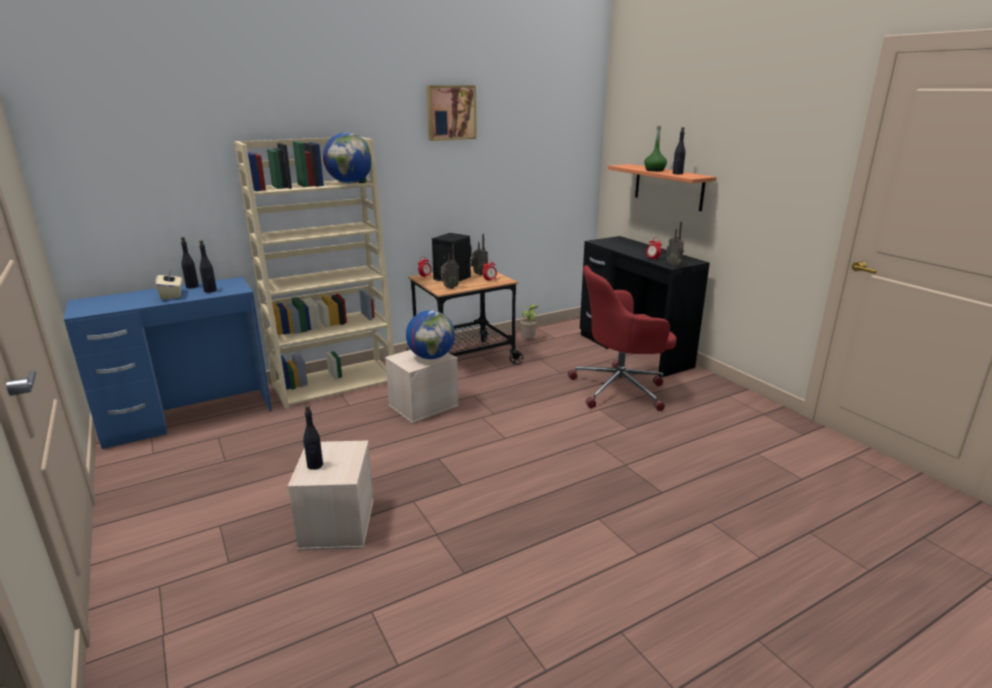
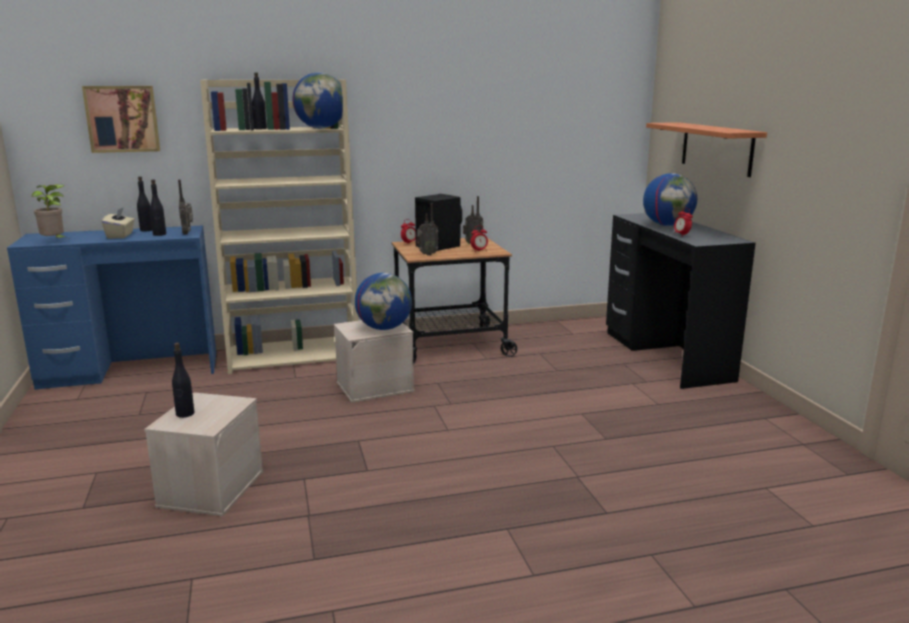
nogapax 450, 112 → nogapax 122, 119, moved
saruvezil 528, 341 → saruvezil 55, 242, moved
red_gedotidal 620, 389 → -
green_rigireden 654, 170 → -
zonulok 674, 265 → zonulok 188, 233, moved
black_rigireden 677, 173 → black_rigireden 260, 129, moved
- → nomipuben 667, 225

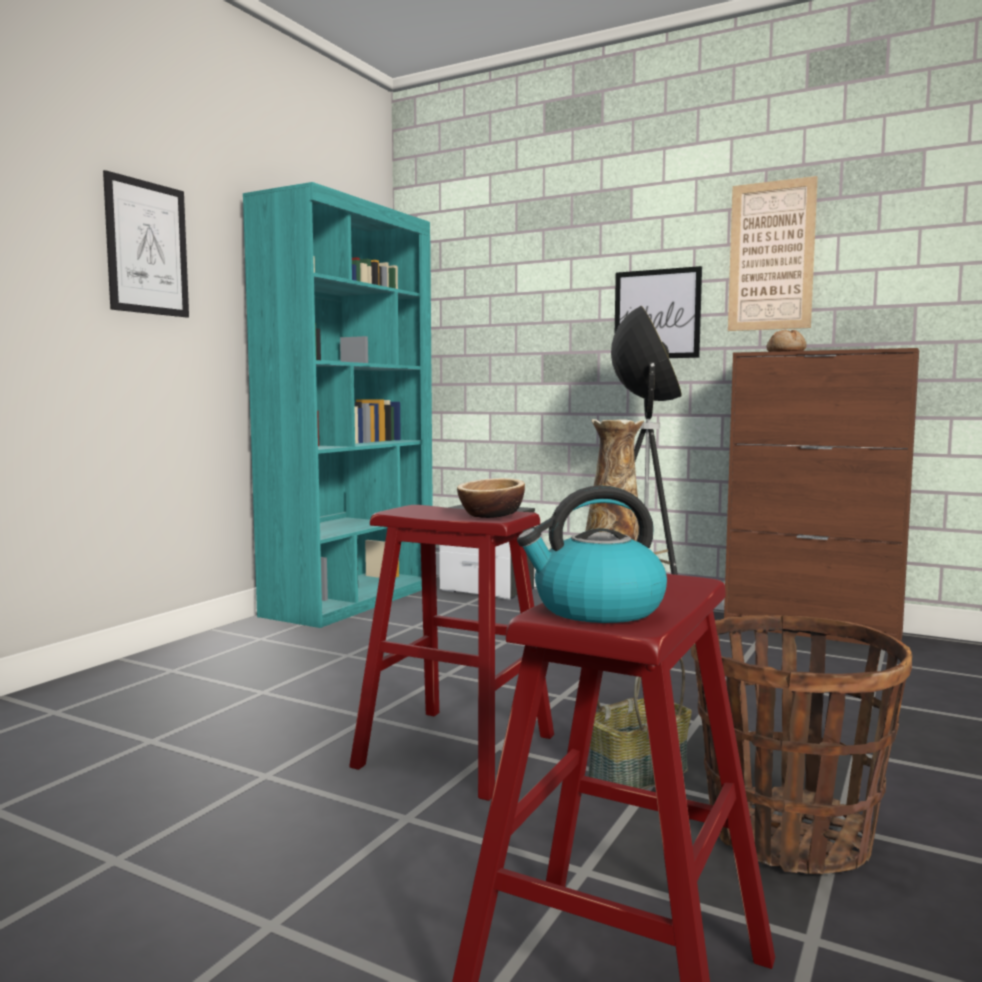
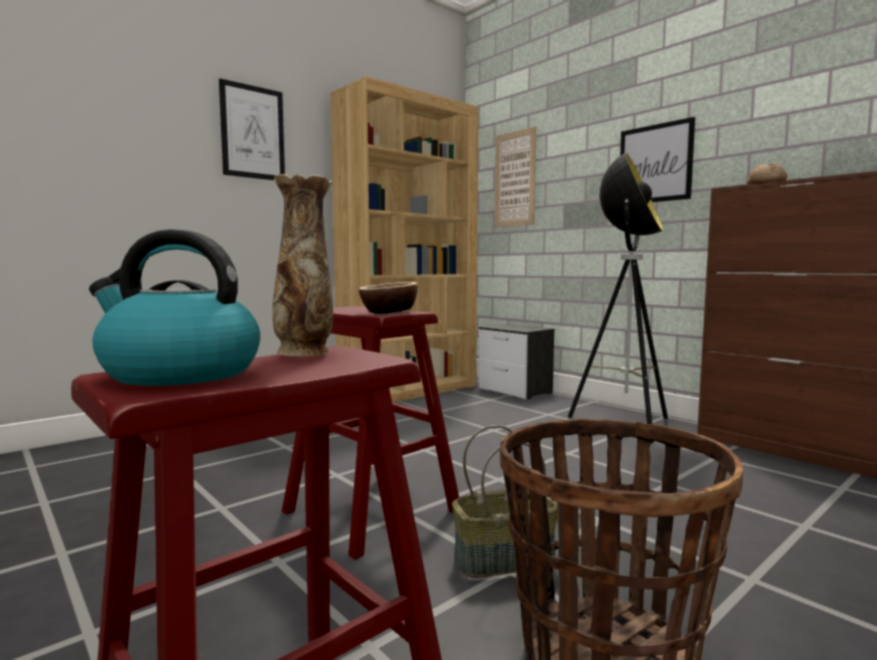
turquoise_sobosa 352, 601 → brown_sobosa 409, 390
nogapax 771, 256 → nogapax 515, 179, moved

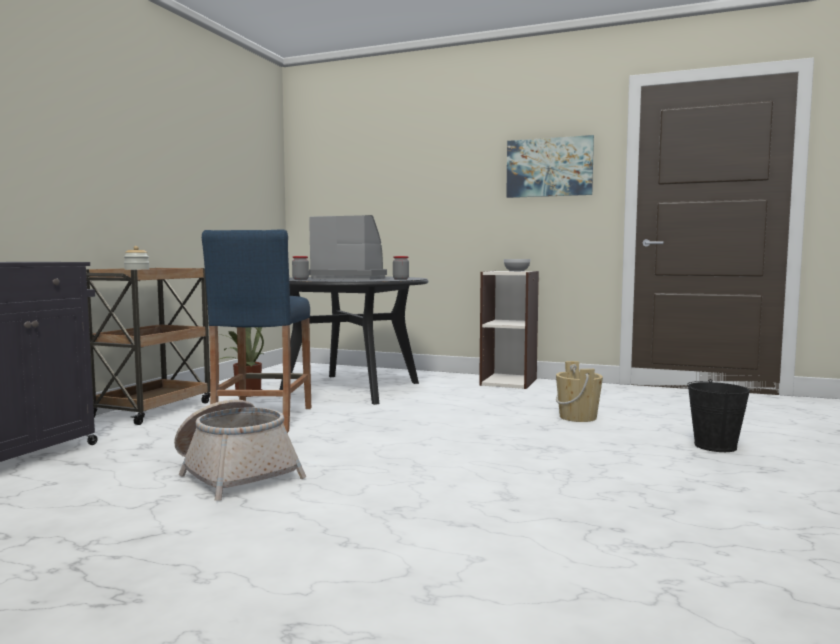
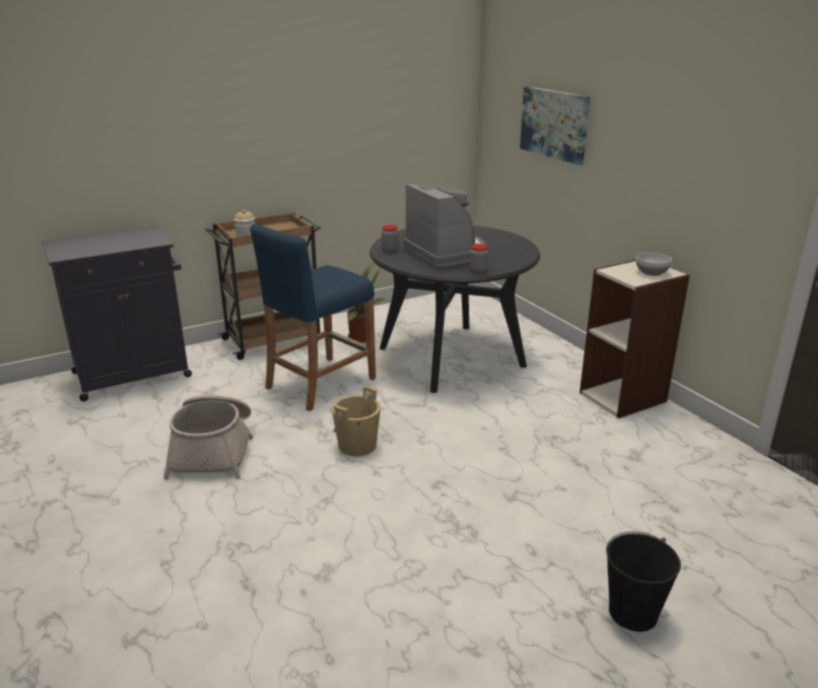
nogapax 549, 167 → nogapax 554, 124, moved
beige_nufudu 578, 417 → beige_nufudu 357, 445, moved

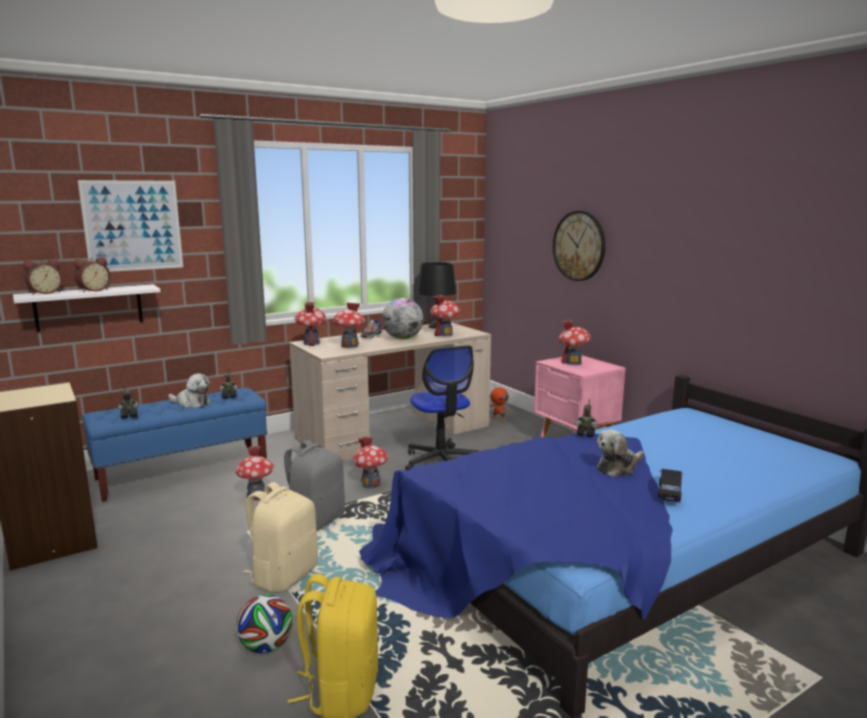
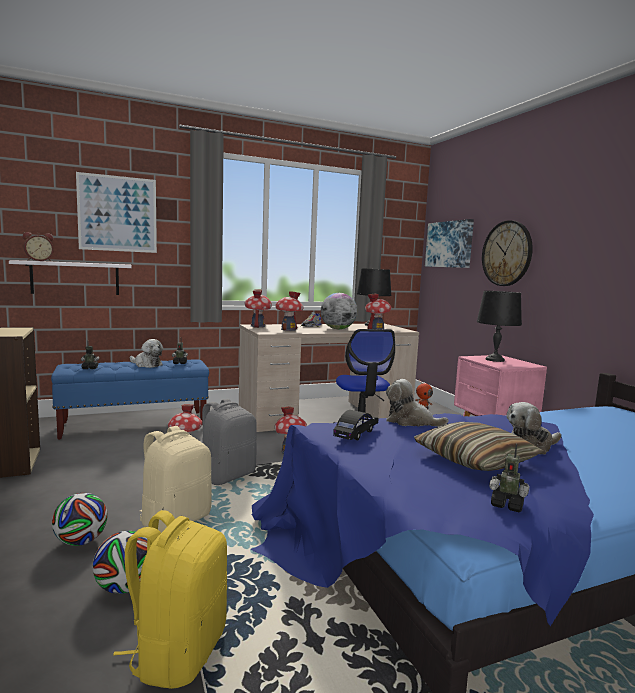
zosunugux 93, 290 → -
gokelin 573, 362 → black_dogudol 494, 359
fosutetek 585, 434 → fosutetek 507, 505, moved
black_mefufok 669, 491 → black_mefufok 356, 433, moved
- → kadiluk 81, 541
- → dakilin 410, 421
- → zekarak 474, 459
- → nogapax 449, 244

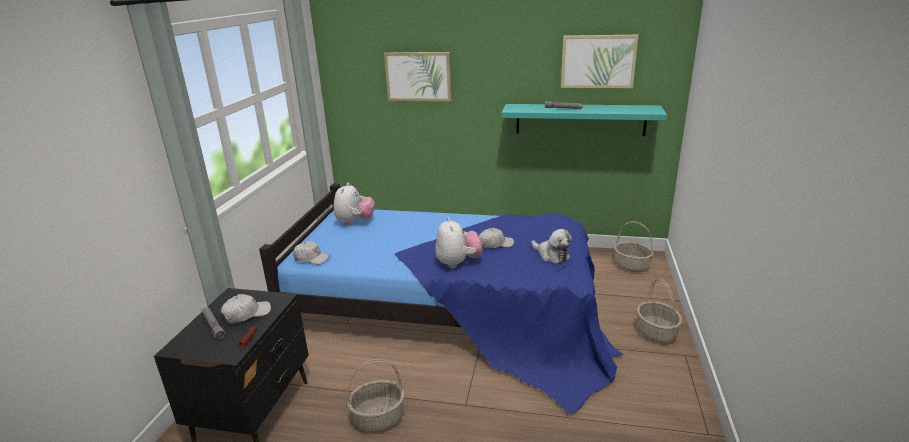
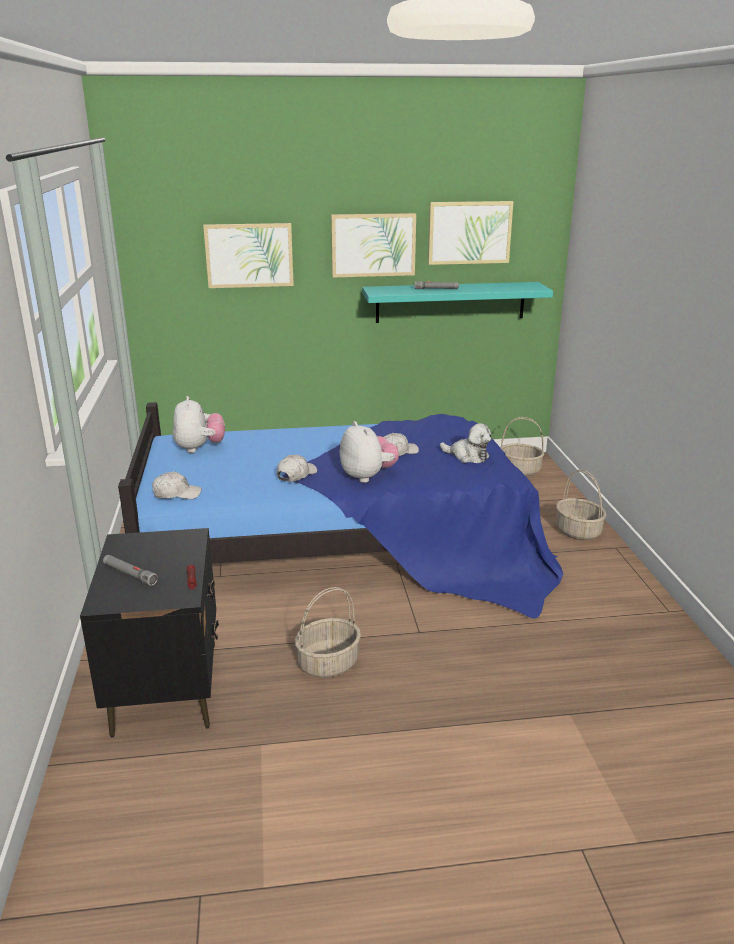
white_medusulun 246, 314 → white_medusulun 296, 474, moved
- → nogapax 373, 245

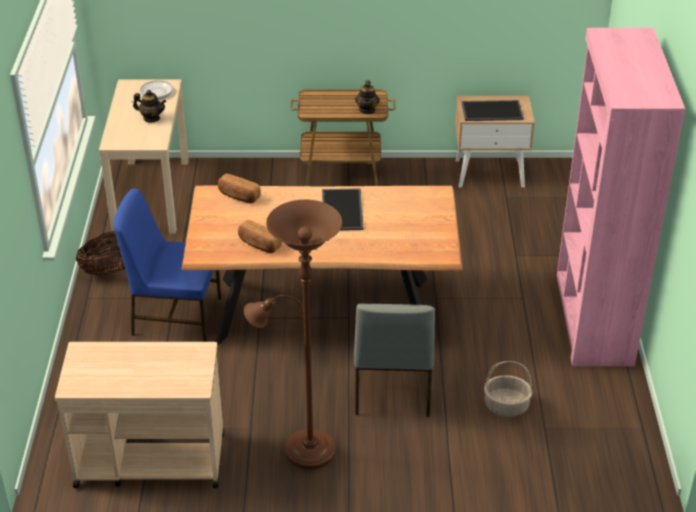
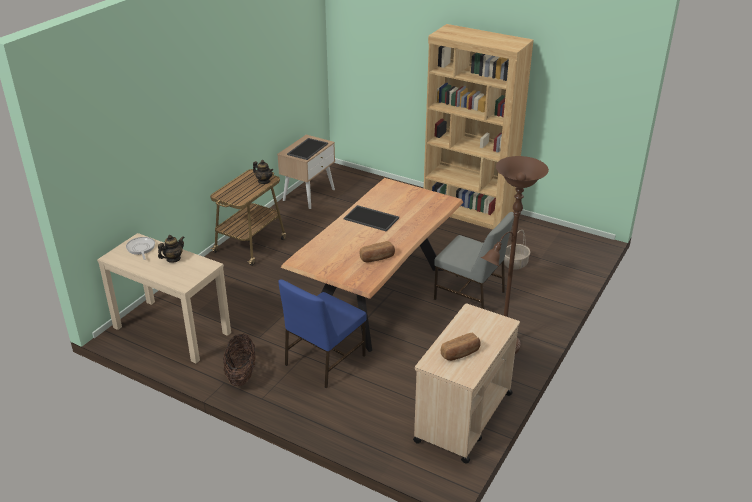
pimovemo 238, 196 → pimovemo 460, 353, moved
pink_sobosa 592, 319 → brown_sobosa 468, 212

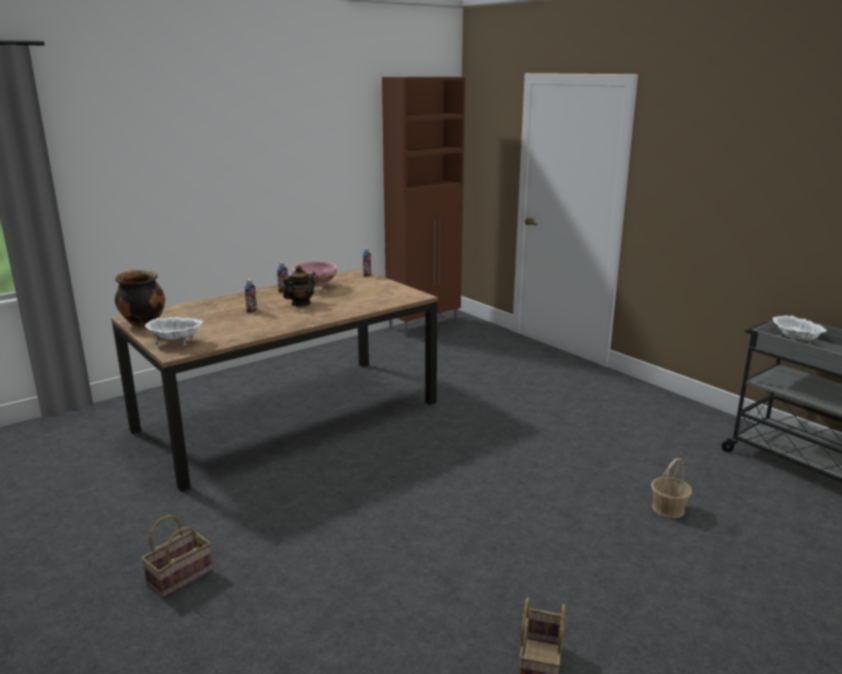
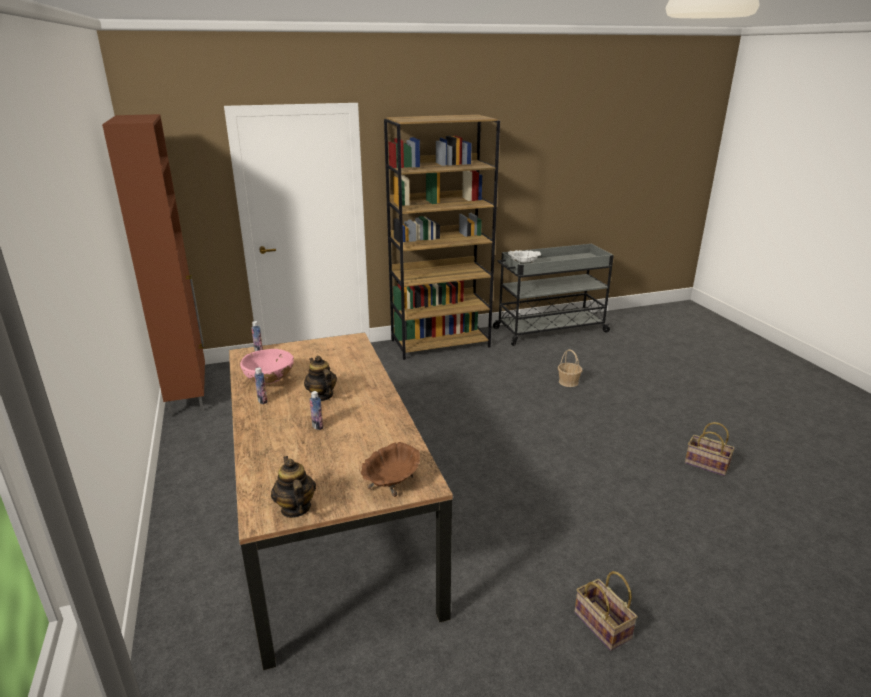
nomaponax 142, 323 → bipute 295, 508
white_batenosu 176, 342 → brown_batenosu 391, 482
- → brown_sobosa 440, 343

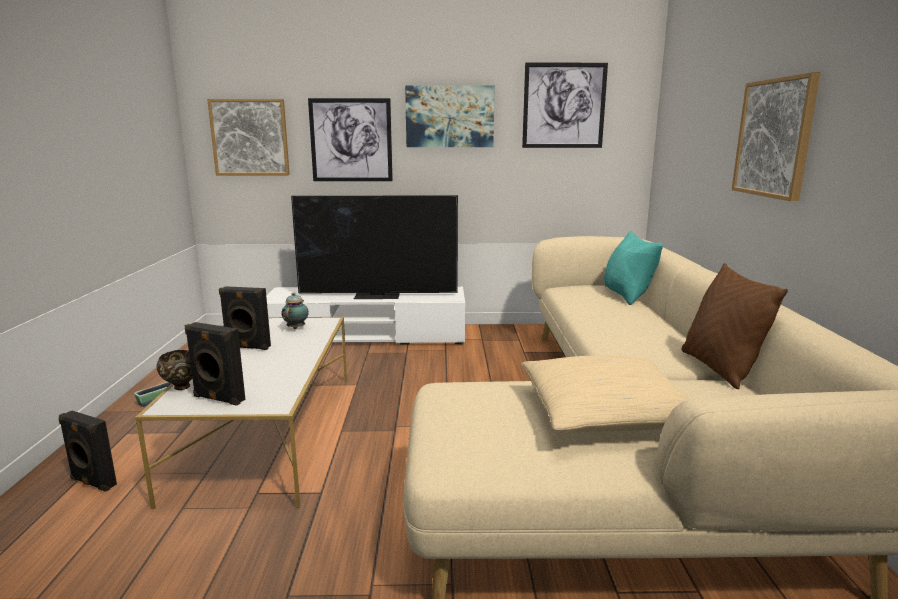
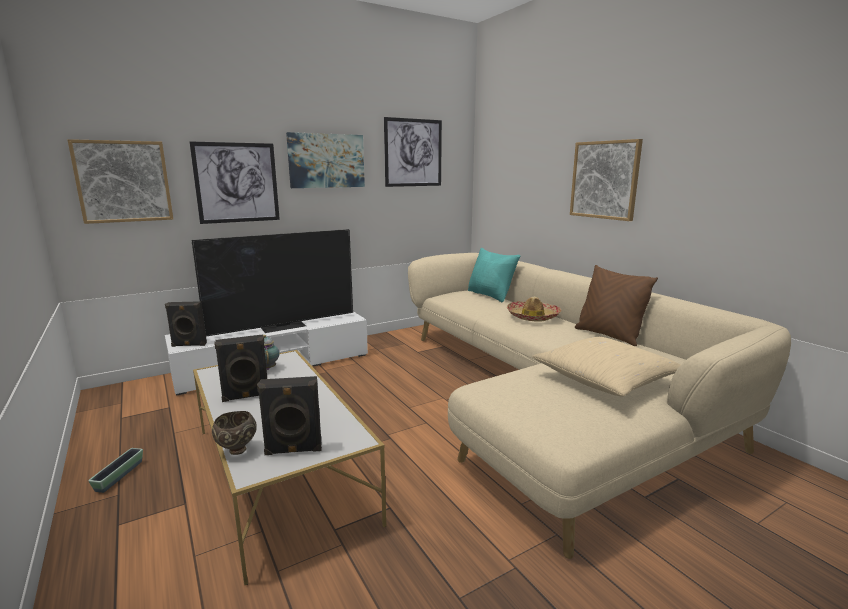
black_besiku 92, 483 → black_besiku 189, 345, moved
- → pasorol 533, 317

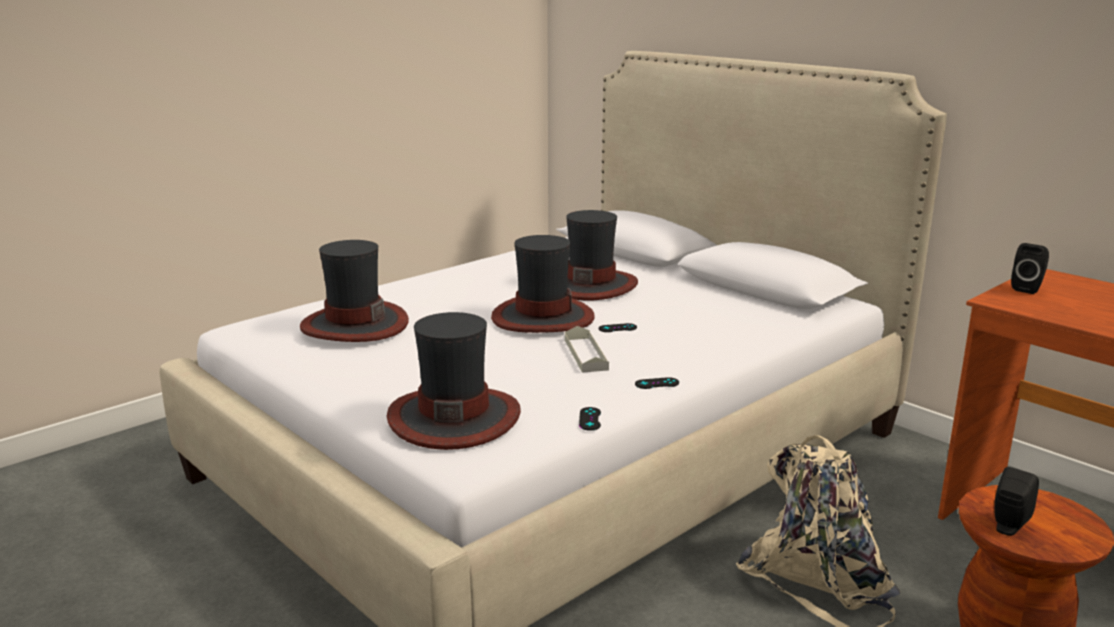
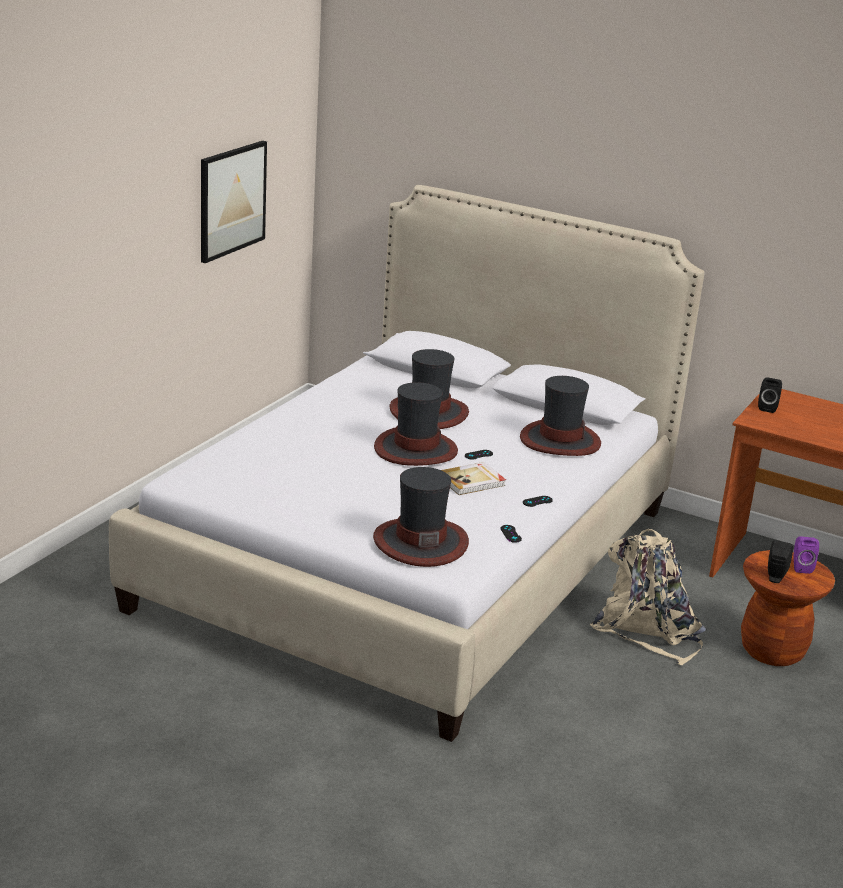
pasorol 354, 325 → pasorol 559, 440, moved
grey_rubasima 585, 354 → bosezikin 472, 481
- → nogapax 232, 200
- → purple_besiku 801, 567

